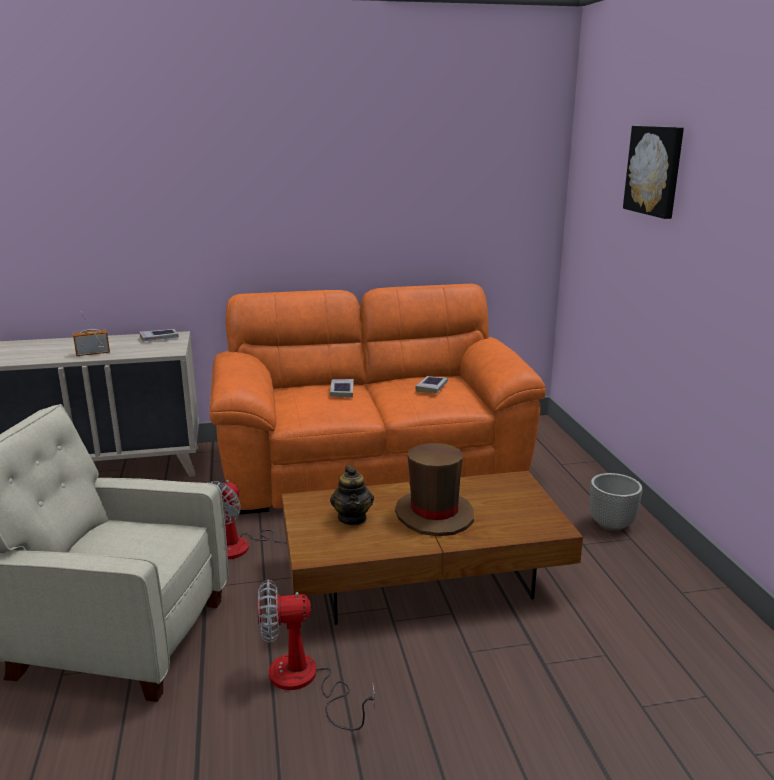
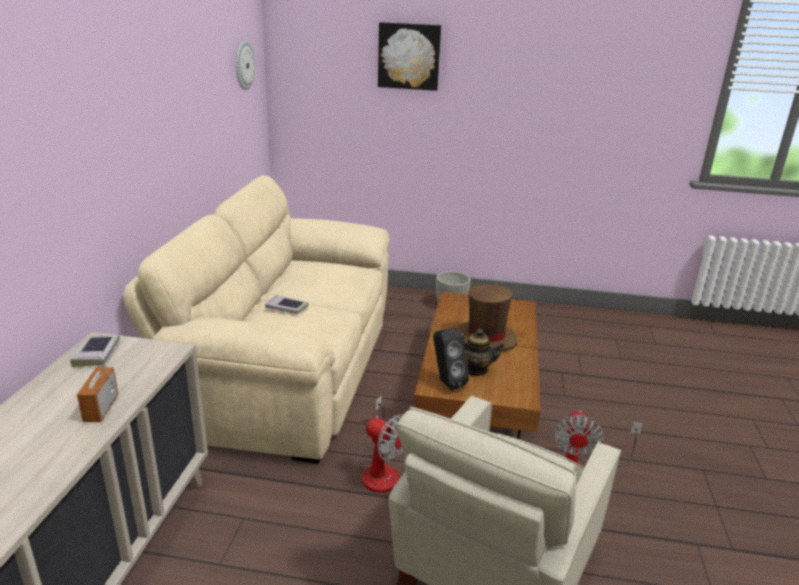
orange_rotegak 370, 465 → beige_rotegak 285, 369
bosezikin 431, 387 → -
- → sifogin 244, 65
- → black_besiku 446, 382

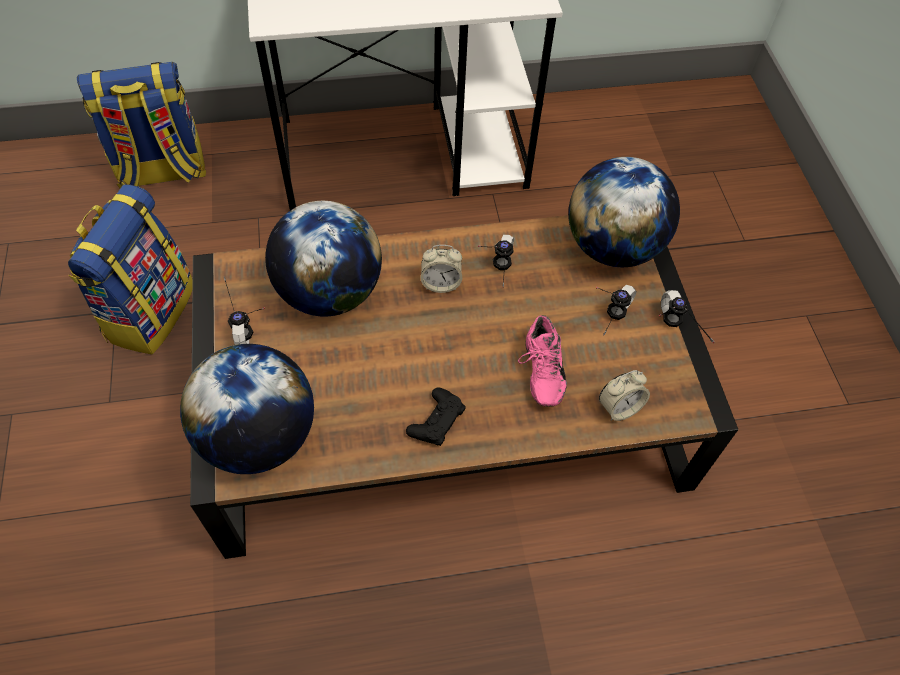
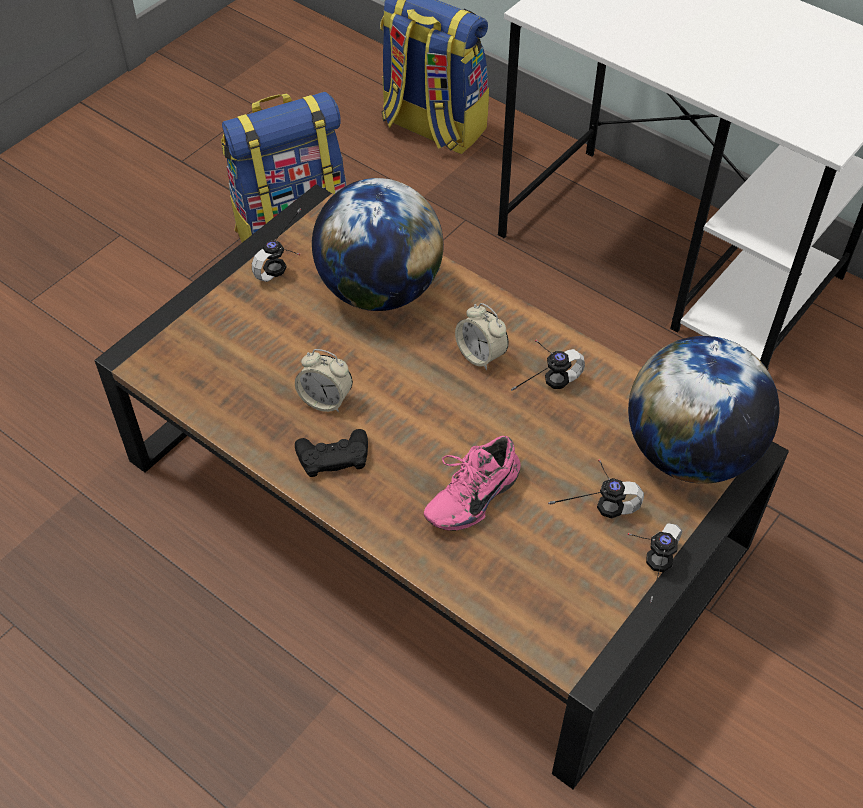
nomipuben 259, 437 → -
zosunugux 619, 407 → zosunugux 325, 400, moved

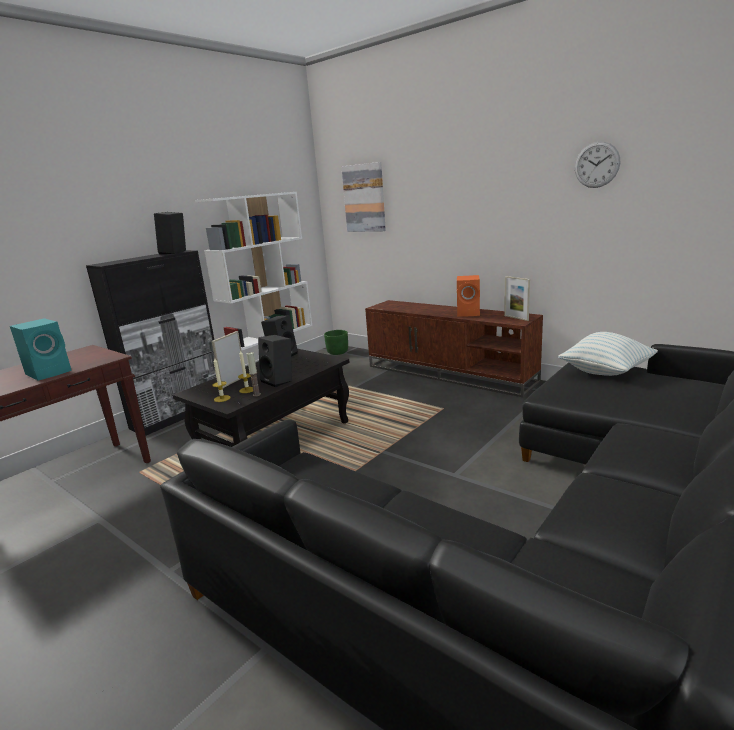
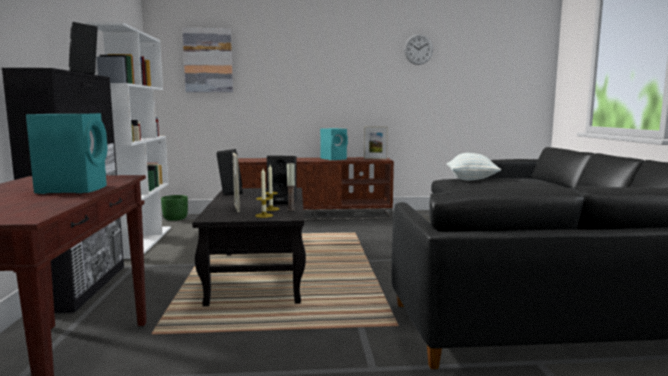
orange_besiku 469, 313 → turquoise_besiku 334, 159

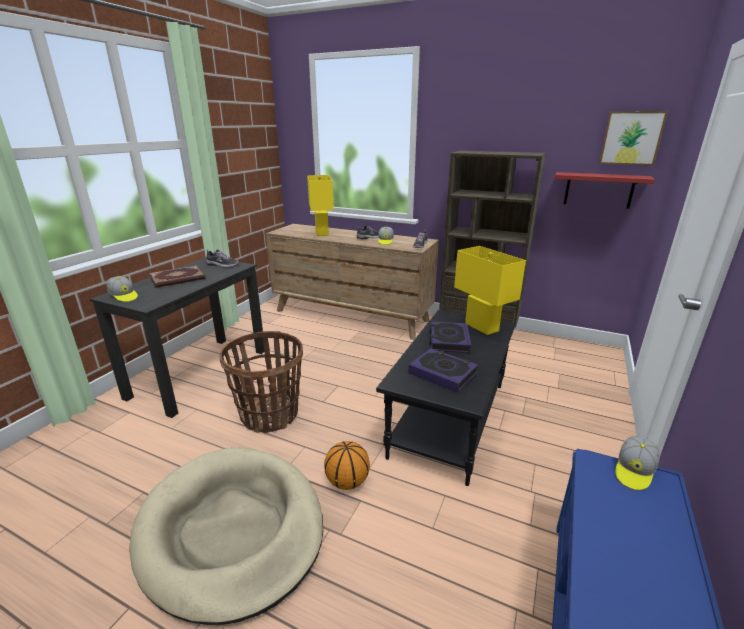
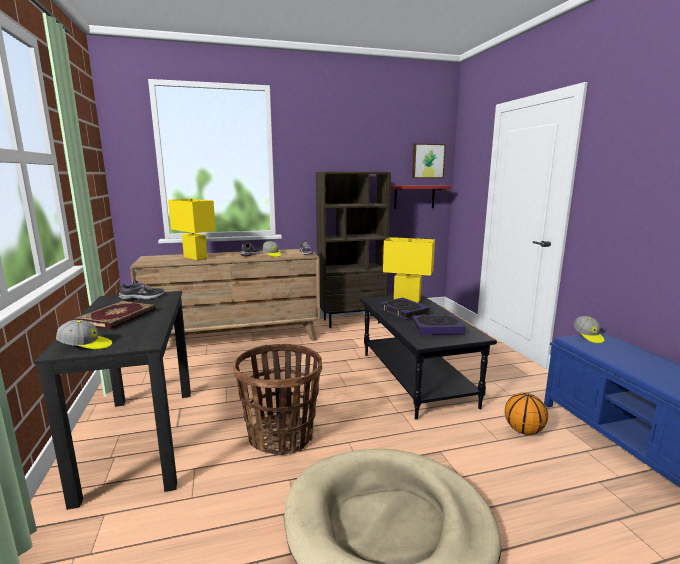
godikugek 347, 482 → godikugek 524, 431, moved

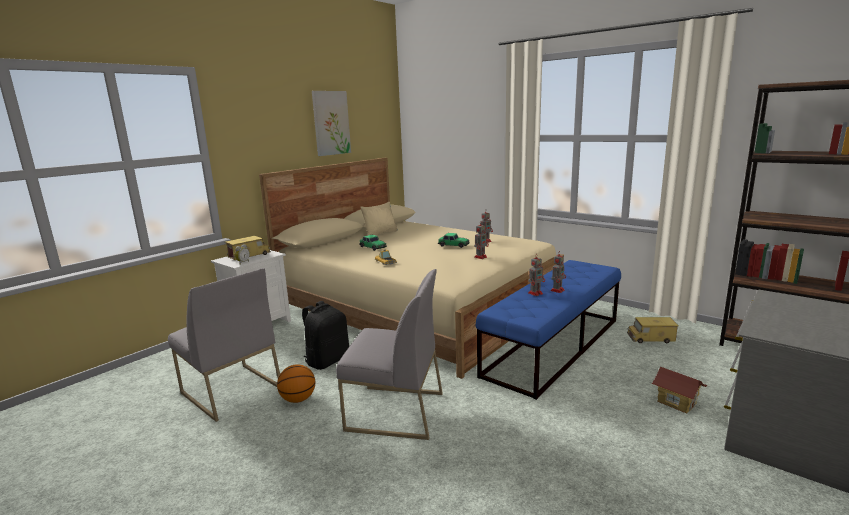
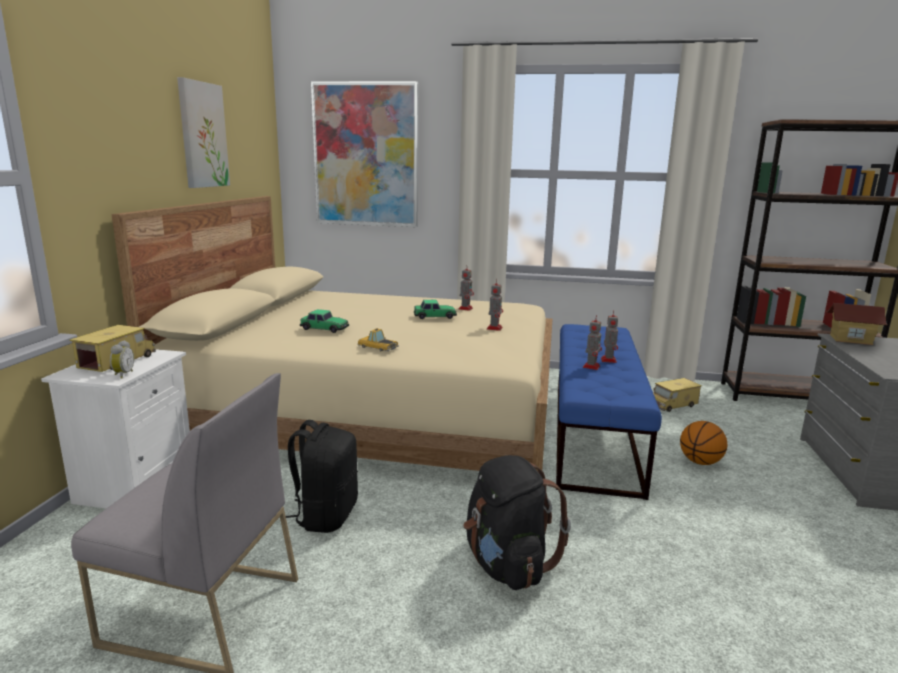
godikugek 298, 399 → godikugek 700, 462, moved
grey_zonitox 394, 412 → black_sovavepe 507, 565
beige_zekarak 381, 233 → -
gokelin 676, 402 → gokelin 850, 339, moved
- → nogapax 365, 155

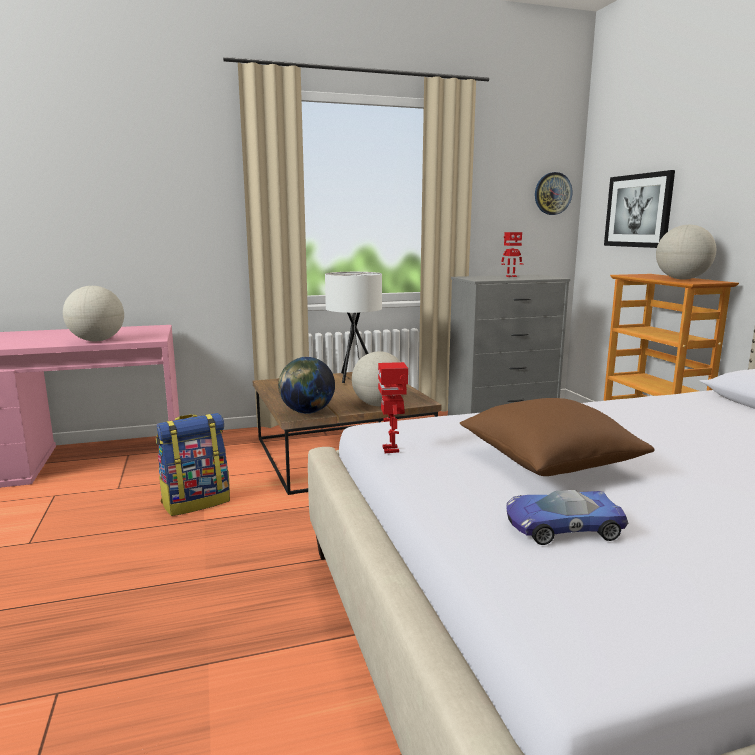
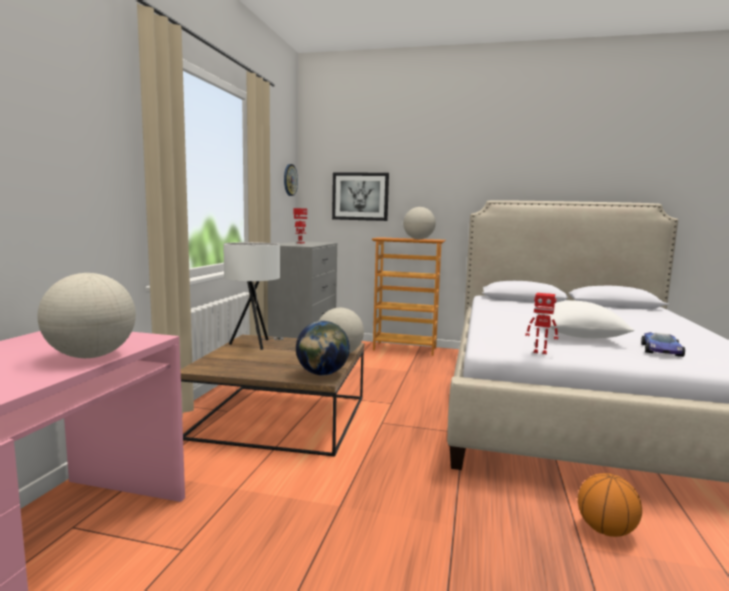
sovavepe 196, 502 → -
brown_zekarak 548, 463 → white_zekarak 578, 336
- → godikugek 605, 530

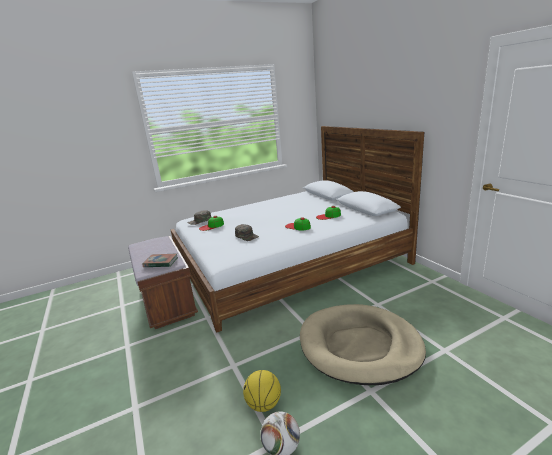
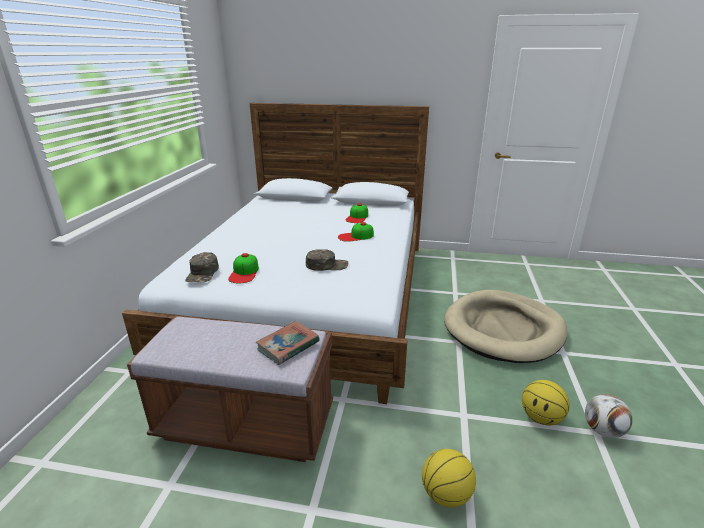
- → godikugek 445, 494

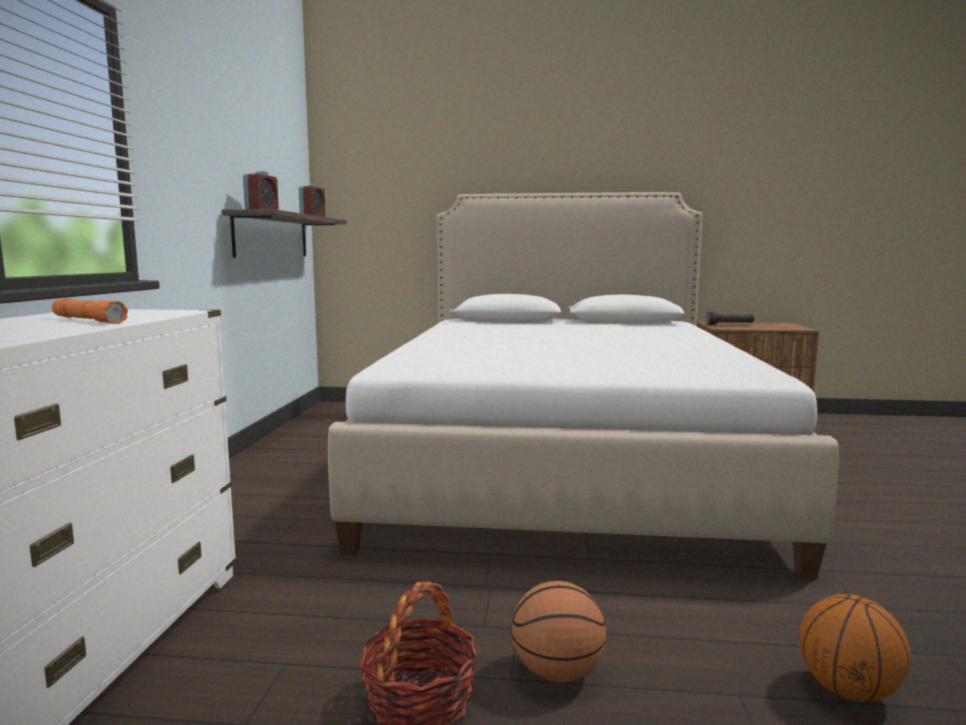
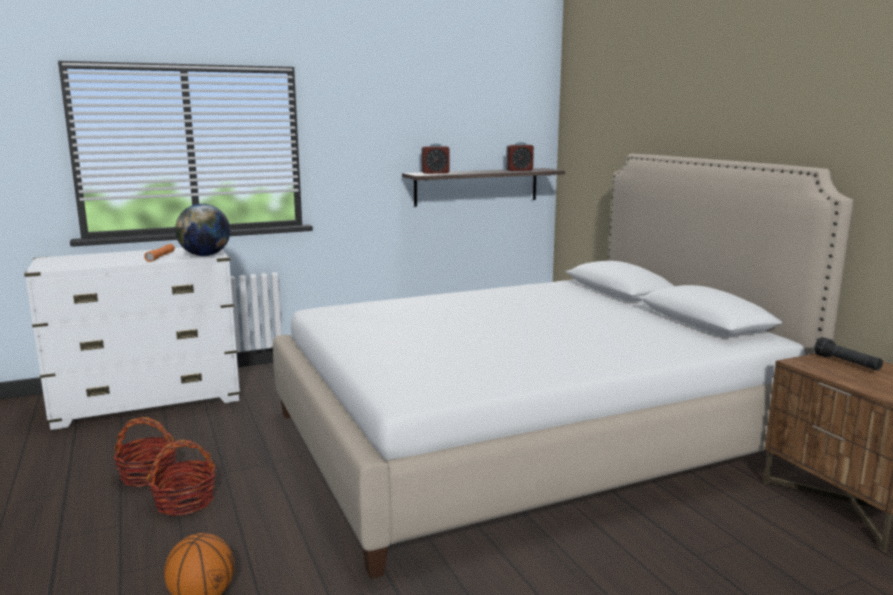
godikugek 557, 673 → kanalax 185, 502
- → nomipuben 205, 255

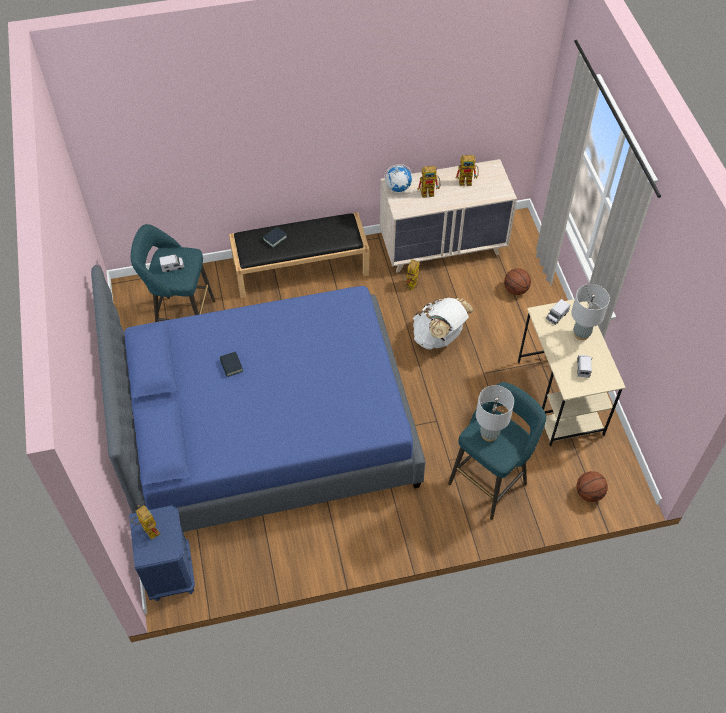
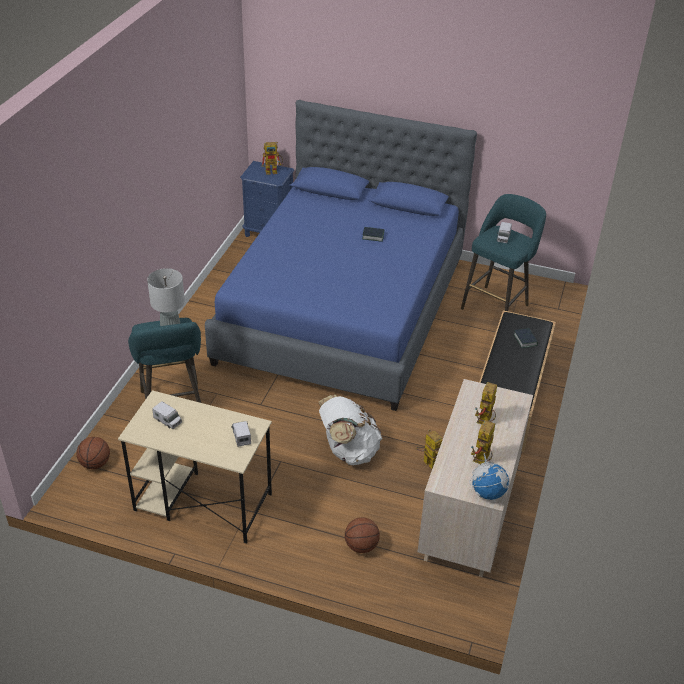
nomipuben 397, 188 → nomipuben 488, 492, moved
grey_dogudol 581, 334 → -

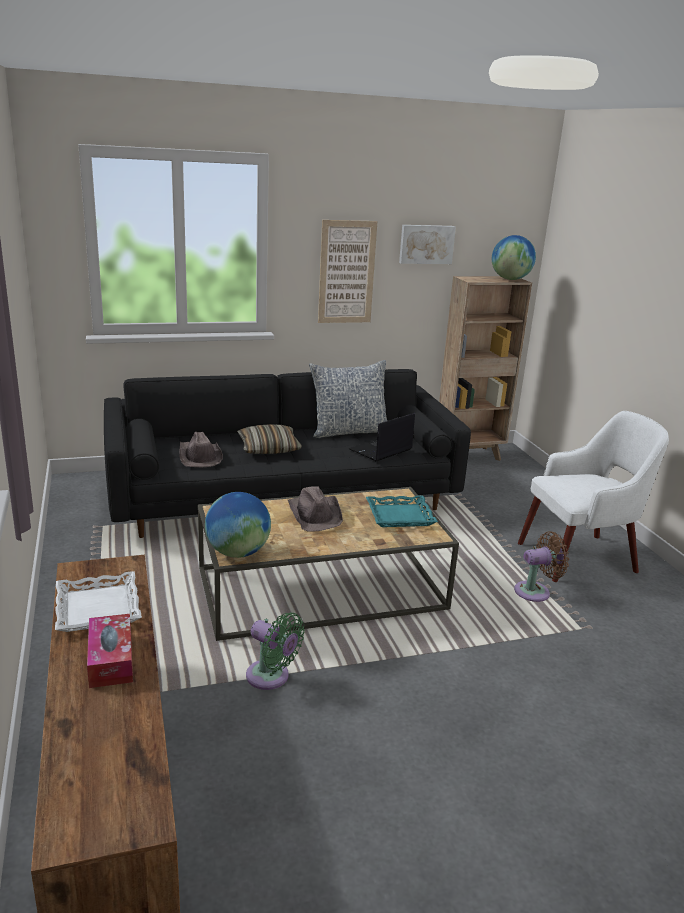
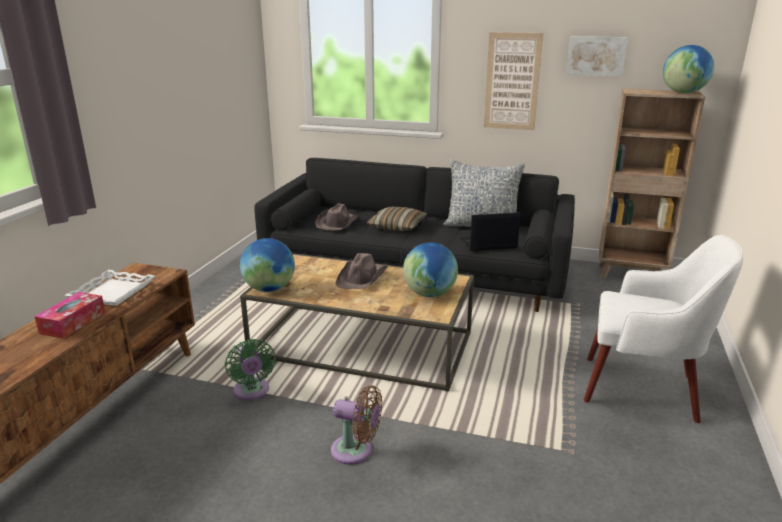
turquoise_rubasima 400, 516 → nomipuben 430, 294
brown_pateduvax 535, 591 → brown_pateduvax 356, 451, moved

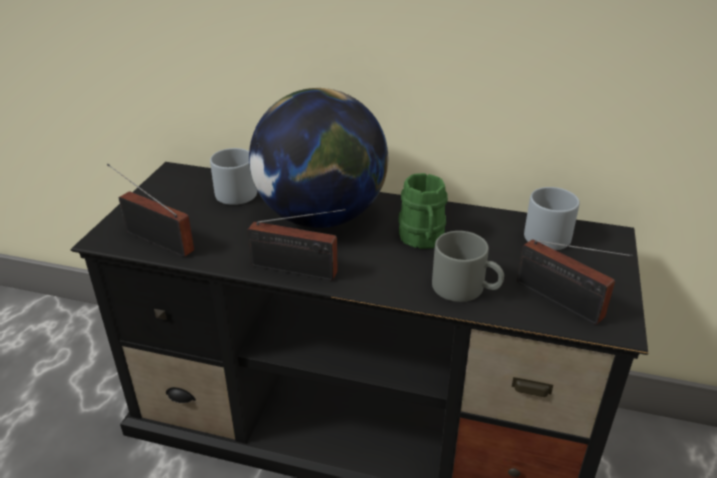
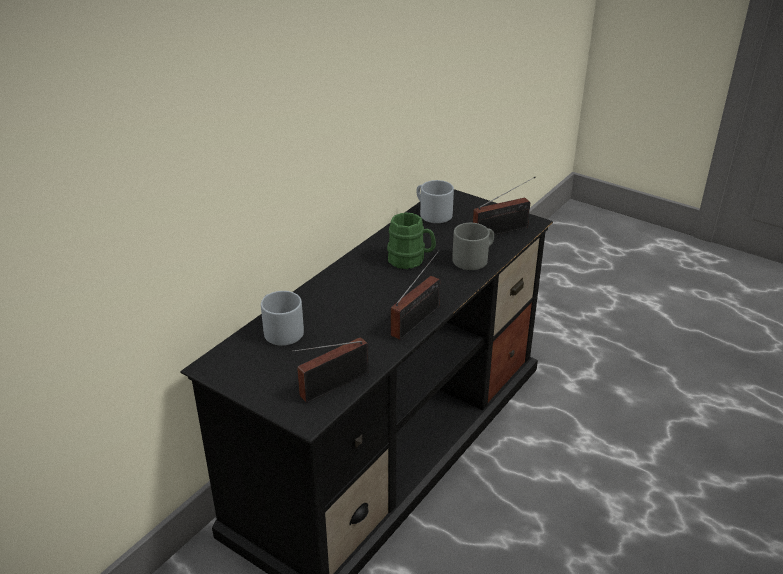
nomipuben 321, 217 → -

